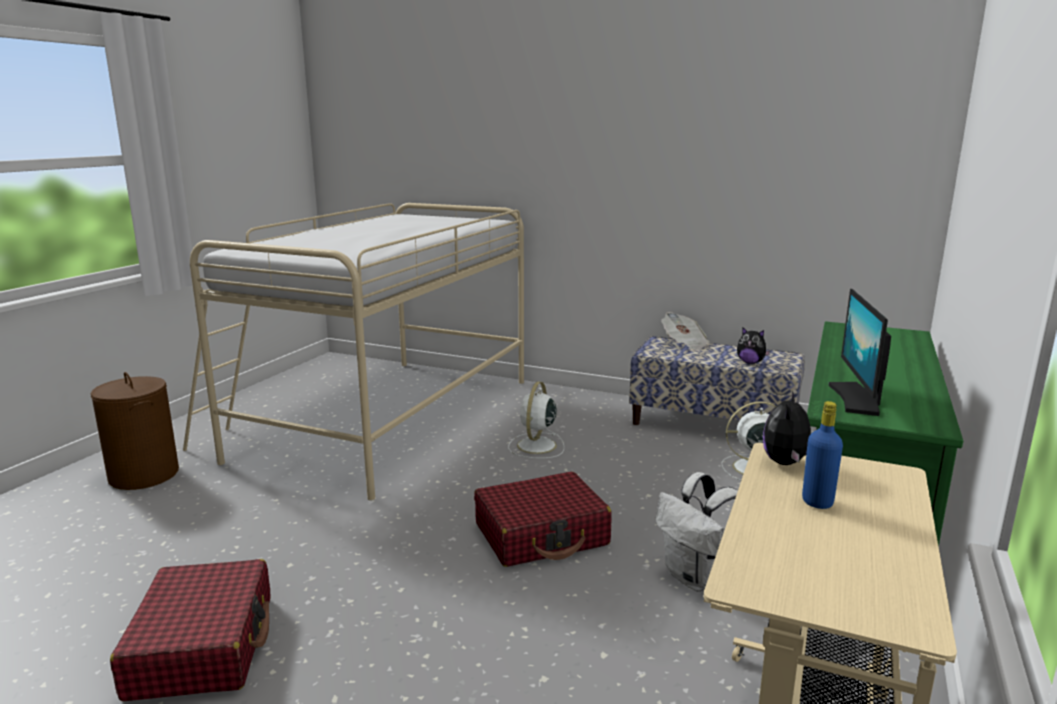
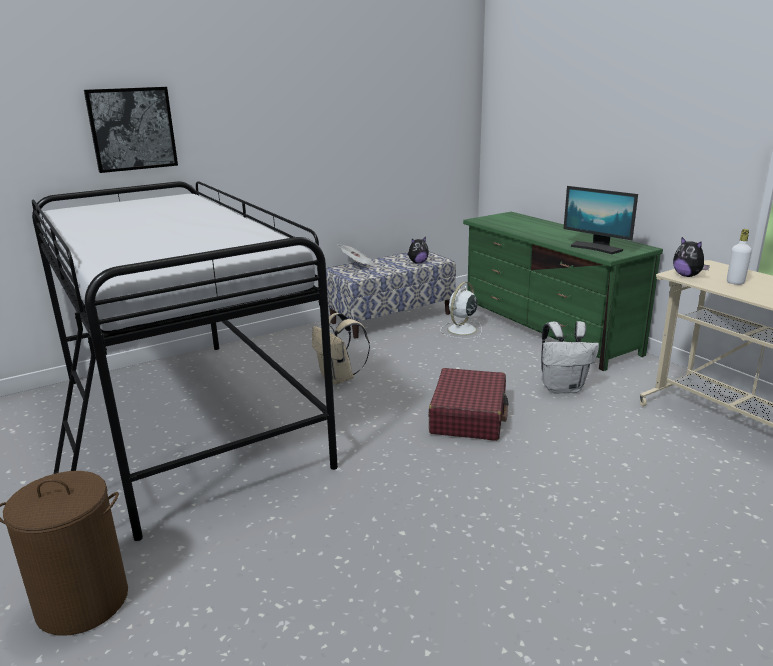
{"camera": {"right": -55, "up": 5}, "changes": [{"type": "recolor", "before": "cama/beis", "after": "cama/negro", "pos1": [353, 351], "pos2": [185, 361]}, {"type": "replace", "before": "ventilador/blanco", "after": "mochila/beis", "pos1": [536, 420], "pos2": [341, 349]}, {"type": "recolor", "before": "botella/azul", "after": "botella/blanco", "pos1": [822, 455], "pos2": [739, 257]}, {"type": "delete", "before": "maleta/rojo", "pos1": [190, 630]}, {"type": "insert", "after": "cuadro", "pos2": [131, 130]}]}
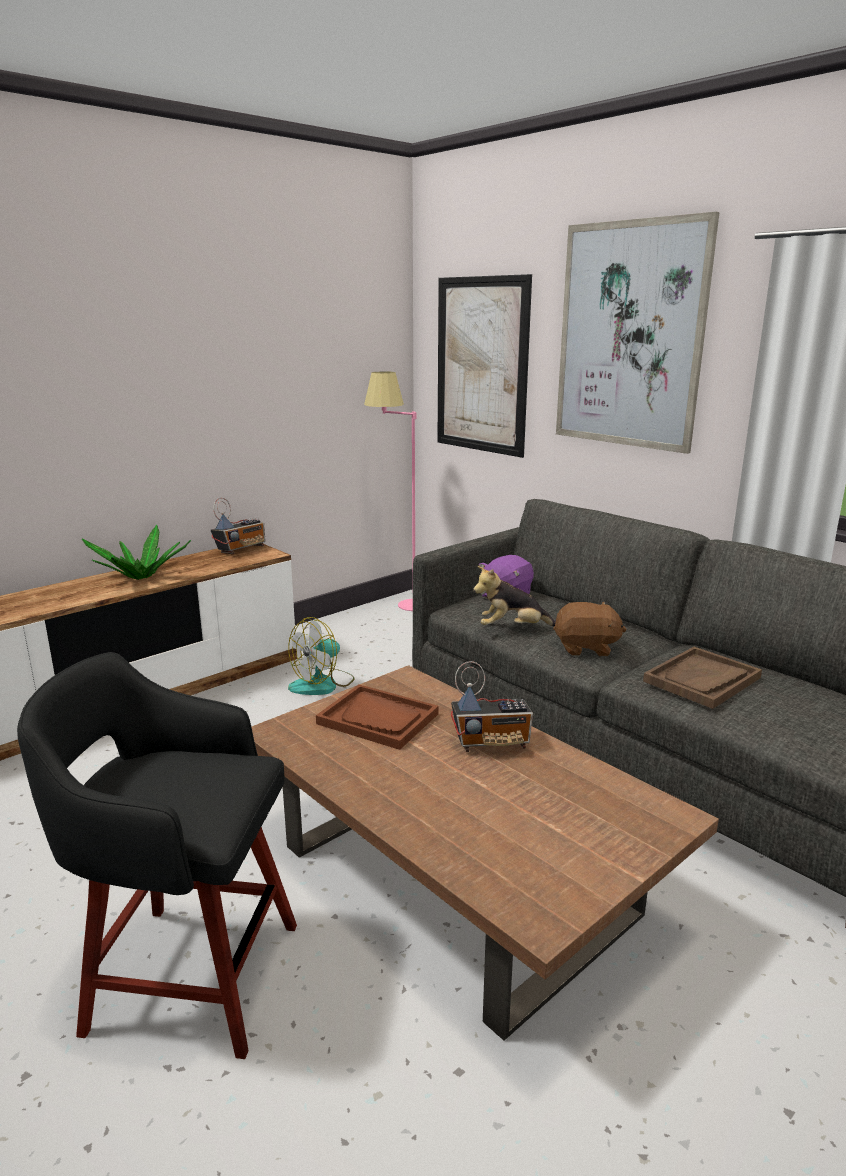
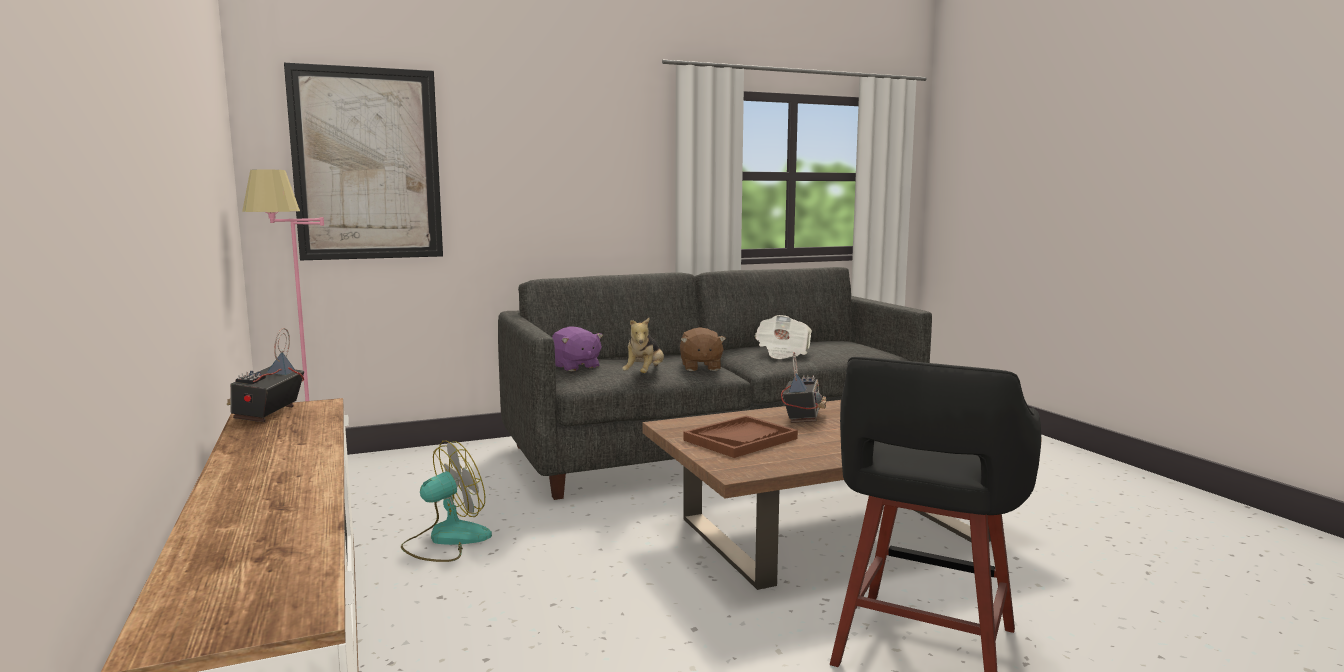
{"camera": {"right": -70, "up": -10}, "changes": [{"type": "delete", "before": "cuadro", "pos1": [638, 333]}, {"type": "rotate", "before": "radio", "pos1": [238, 526], "pos2": [265, 375], "turn": -150}, {"type": "delete", "before": "planta en maceta", "pos1": [136, 552]}, {"type": "rotate", "before": "peluche/marrón", "pos1": [590, 629], "pos2": [703, 349], "turn": 150}, {"type": "rotate", "before": "ventilador", "pos1": [321, 656], "pos2": [446, 501], "turn": -105}, {"type": "replace", "before": "bandeja/marrón", "after": "periódico", "pos1": [702, 678], "pos2": [783, 337]}]}
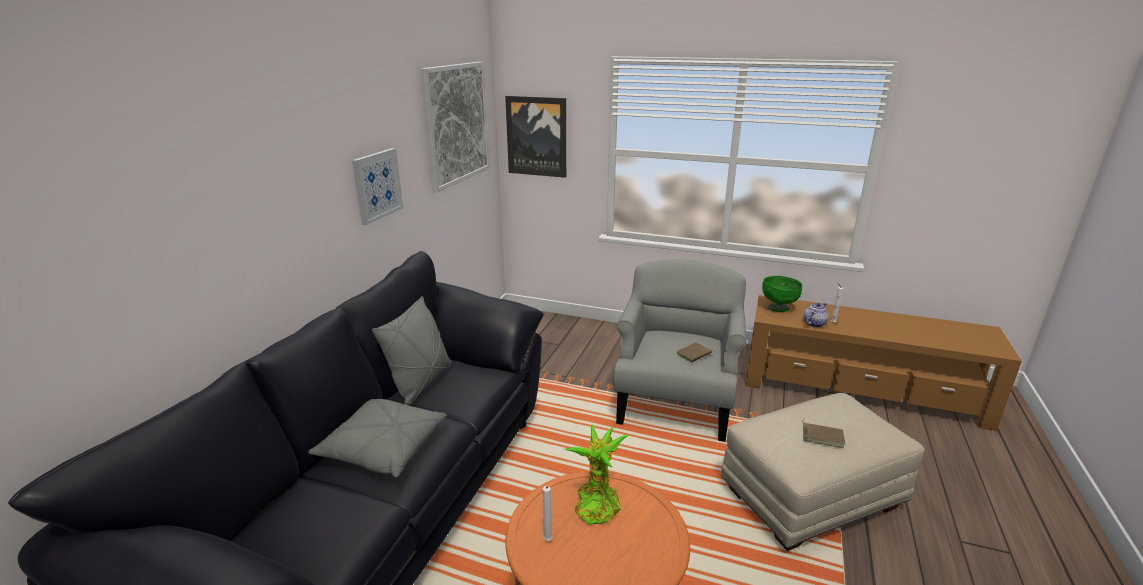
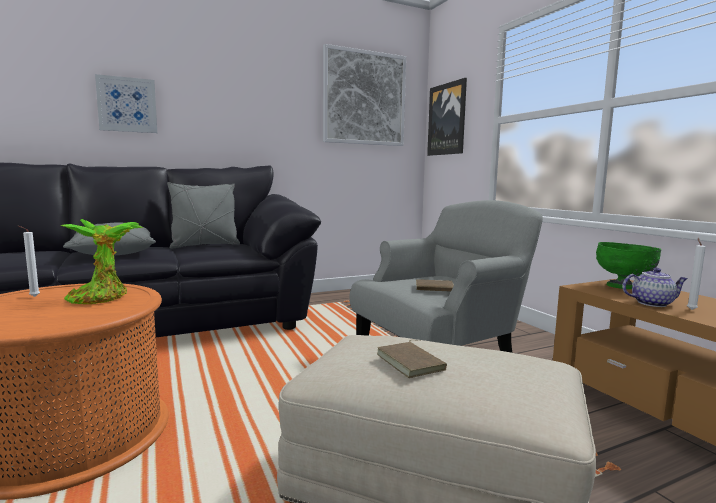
{"camera": {"right": 45, "up": -15}, "changes": [{"type": "move", "before": "cuadro", "pos1": [377, 186], "pos2": [126, 103]}]}
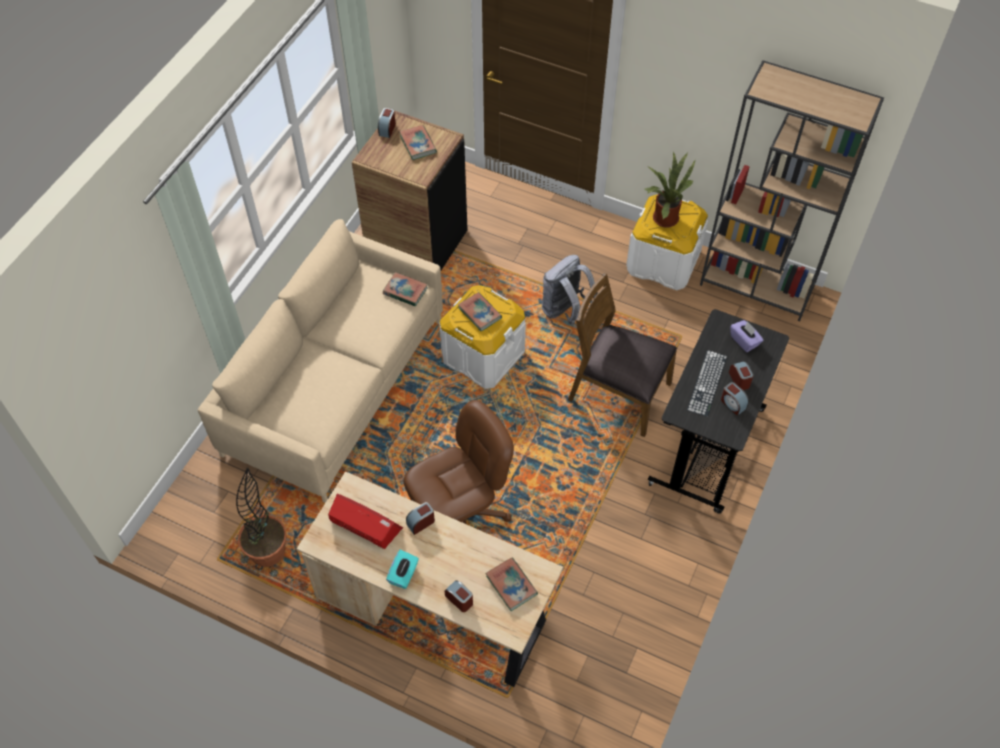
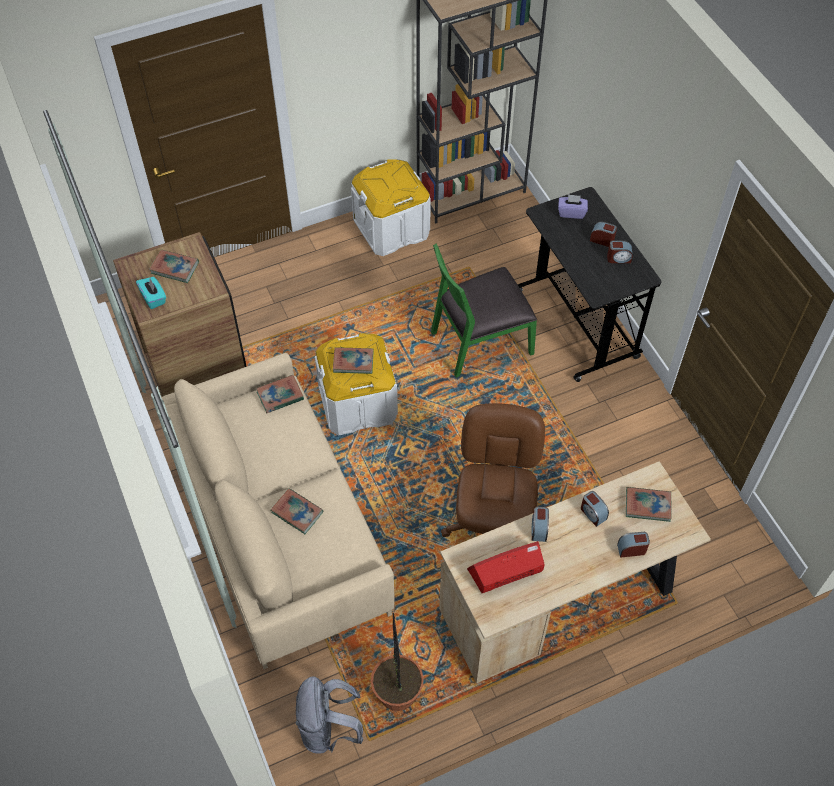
{"camera": {"right": -50, "up": 0}, "changes": [{"type": "move", "before": "despertador", "pos1": [387, 123], "pos2": [595, 509]}, {"type": "delete", "before": "planta en maceta", "pos1": [670, 190]}, {"type": "move", "before": "mochila/gris", "pos1": [570, 290], "pos2": [329, 715]}, {"type": "recolor", "before": "silla/marrón", "after": "silla/verde", "pos1": [622, 355], "pos2": [484, 311]}, {"type": "delete", "before": "teclado", "pos1": [707, 383]}, {"type": "move", "before": "caja de pañuelos/turquesa", "pos1": [402, 569], "pos2": [151, 293]}, {"type": "insert", "after": "libro", "pos2": [296, 511]}]}
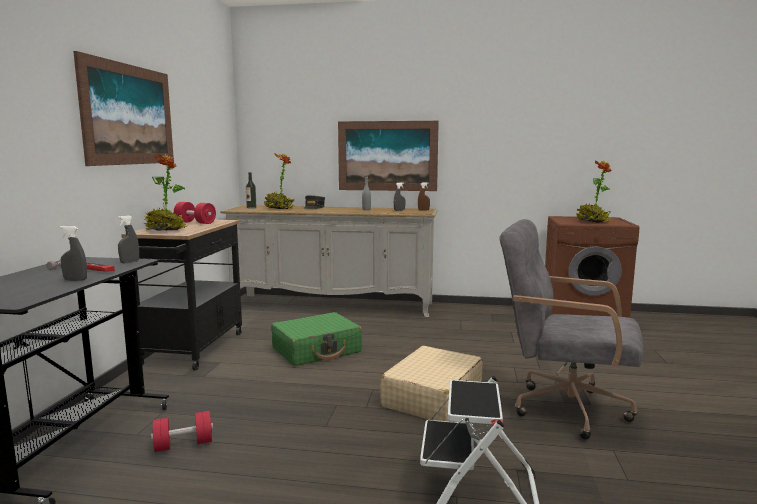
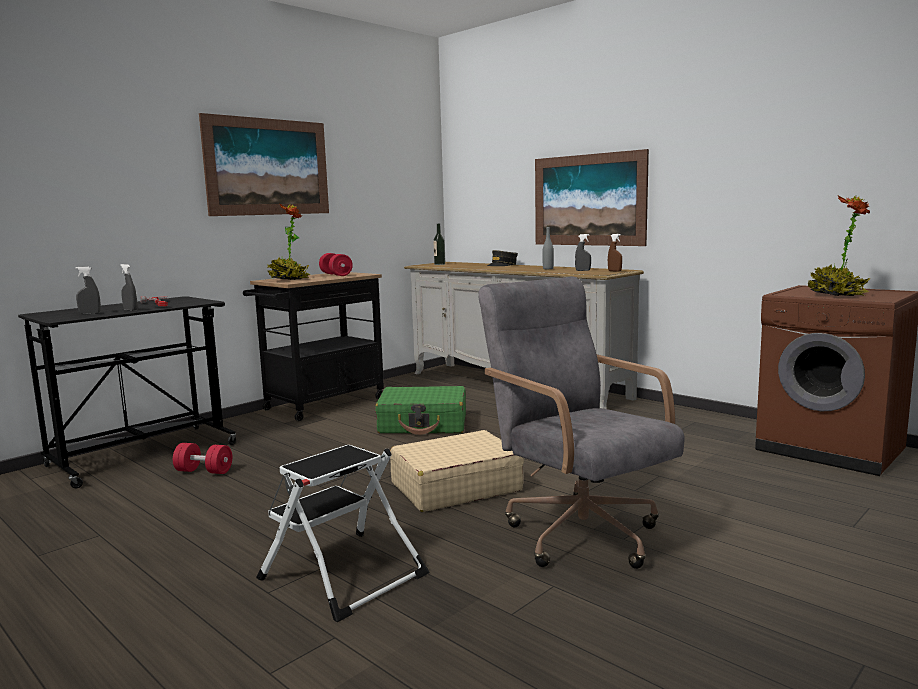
{"camera": {"right": 35, "up": 0}, "changes": [{"type": "delete", "before": "planta en maceta", "pos1": [279, 181]}, {"type": "move", "before": "pulverizador/gris", "pos1": [128, 239], "pos2": [88, 290]}]}
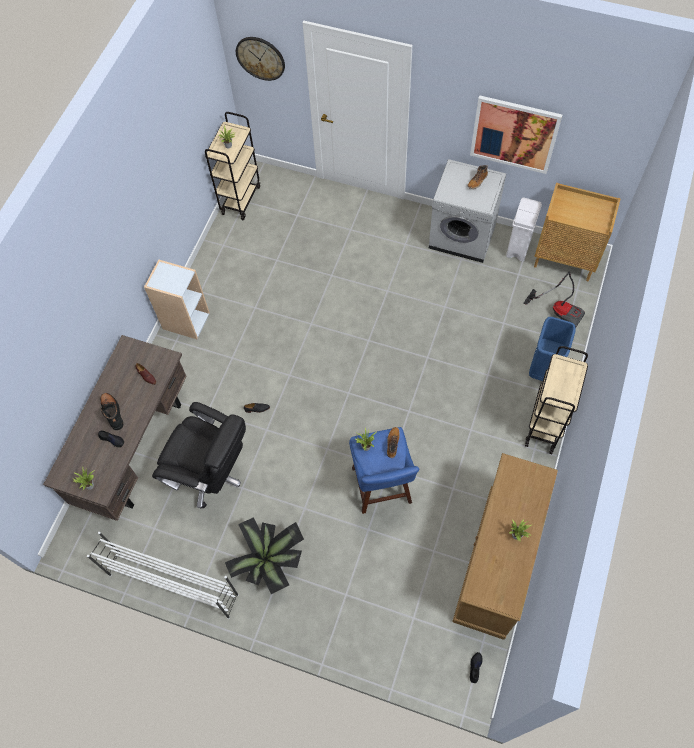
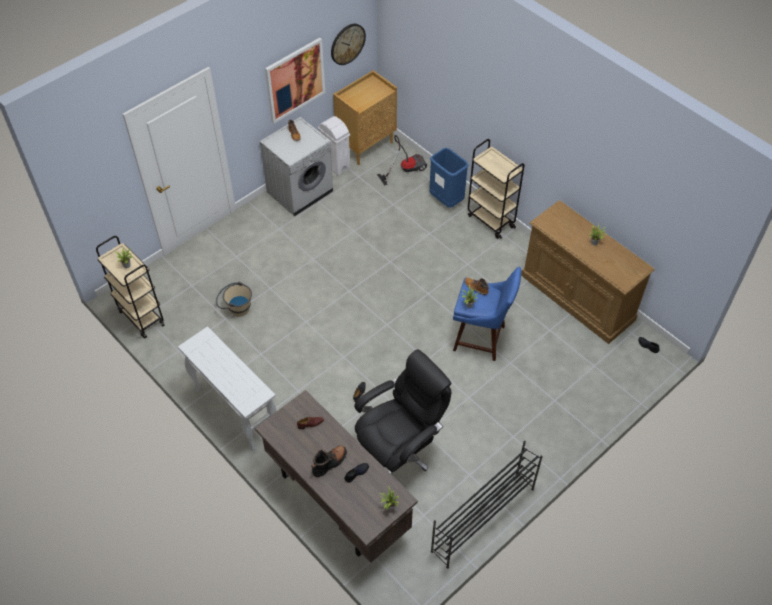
{"camera": {"right": -65, "up": -10}, "changes": [{"type": "move", "before": "reloj de pared", "pos1": [260, 59], "pos2": [348, 44]}, {"type": "replace", "before": "estantería", "after": "mesa consola/blanco", "pos1": [177, 299], "pos2": [227, 388]}, {"type": "rotate", "before": "bota/negro", "pos1": [111, 411], "pos2": [329, 461], "turn": 135}, {"type": "delete", "before": "planta en maceta", "pos1": [264, 555]}, {"type": "recolor", "before": "zapatero/blanco", "after": "zapatero/negro", "pos1": [163, 575], "pos2": [487, 505]}, {"type": "insert", "after": "cubo/beis", "pos2": [234, 299]}]}
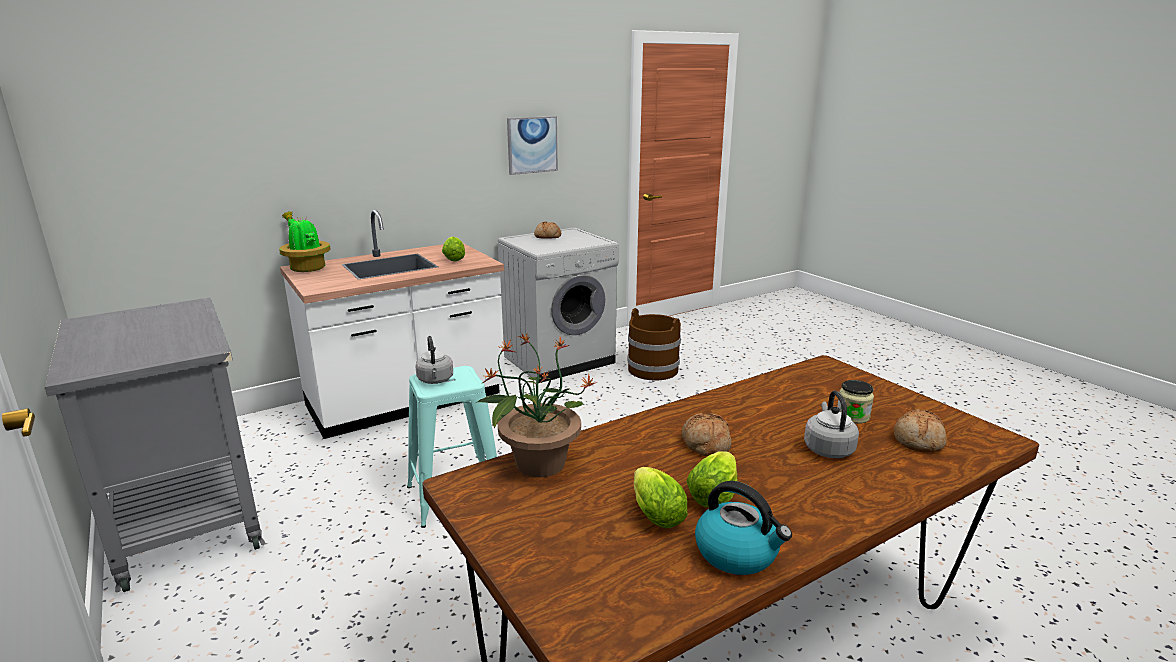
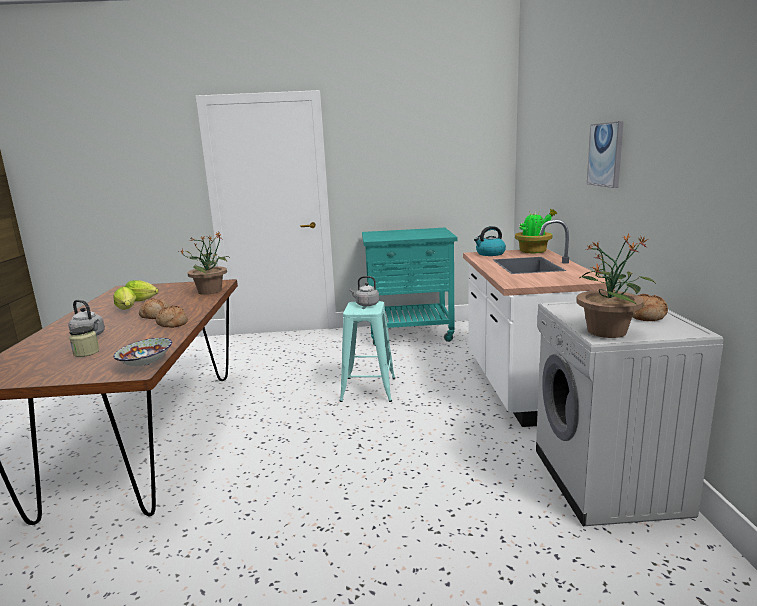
{"camera": {"right": 120, "up": -5}, "changes": [{"type": "move", "before": "cuadro", "pos1": [532, 145], "pos2": [605, 154]}, {"type": "delete", "before": "lechuga", "pos1": [453, 249]}, {"type": "recolor", "before": "carrito/gris", "after": "carrito/turquesa", "pos1": [155, 445], "pos2": [409, 287]}, {"type": "delete", "before": "cubo/marrón", "pos1": [654, 344]}, {"type": "move", "before": "pan", "pos1": [920, 430], "pos2": [172, 317]}, {"type": "move", "before": "hervidor", "pos1": [743, 528], "pos2": [490, 241]}, {"type": "insert", "after": "planta en maceta", "pos2": [616, 286]}, {"type": "insert", "after": "cuenco", "pos2": [142, 352]}]}
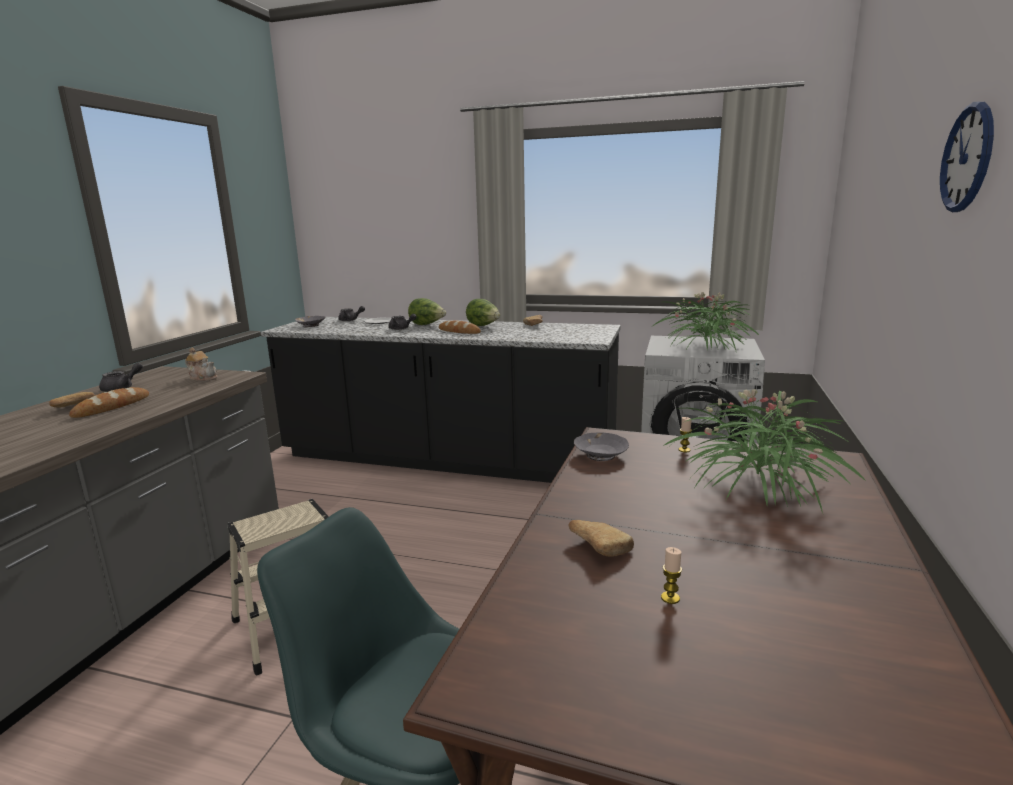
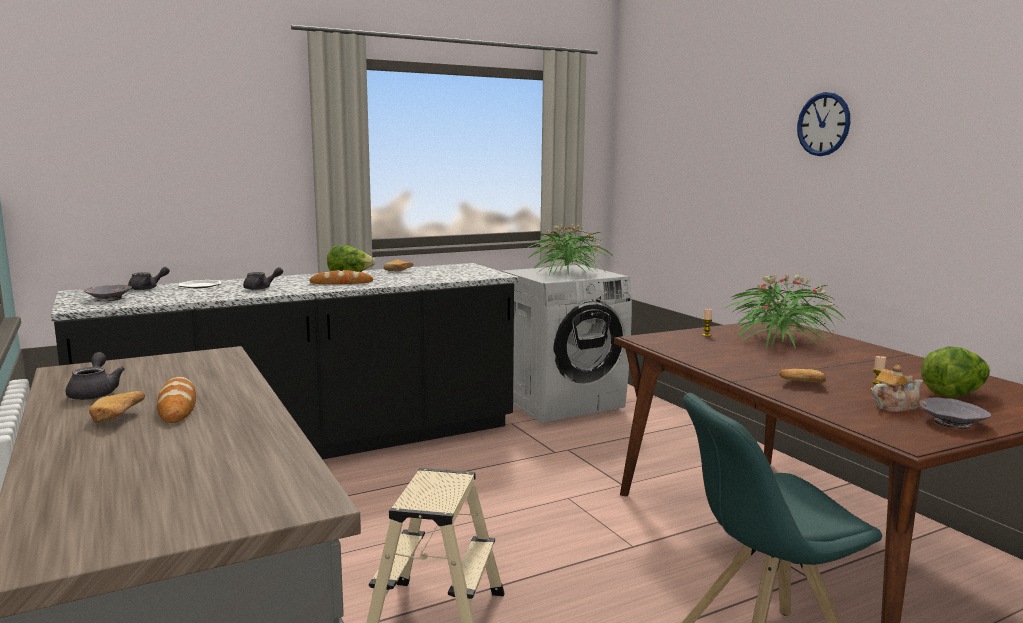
{"camera": {"right": -45, "up": -5}, "changes": [{"type": "move", "before": "lechuga", "pos1": [427, 311], "pos2": [955, 371]}, {"type": "move", "before": "tetera", "pos1": [201, 364], "pos2": [897, 388]}, {"type": "move", "before": "cuenco/gris", "pos1": [601, 447], "pos2": [955, 413]}]}
